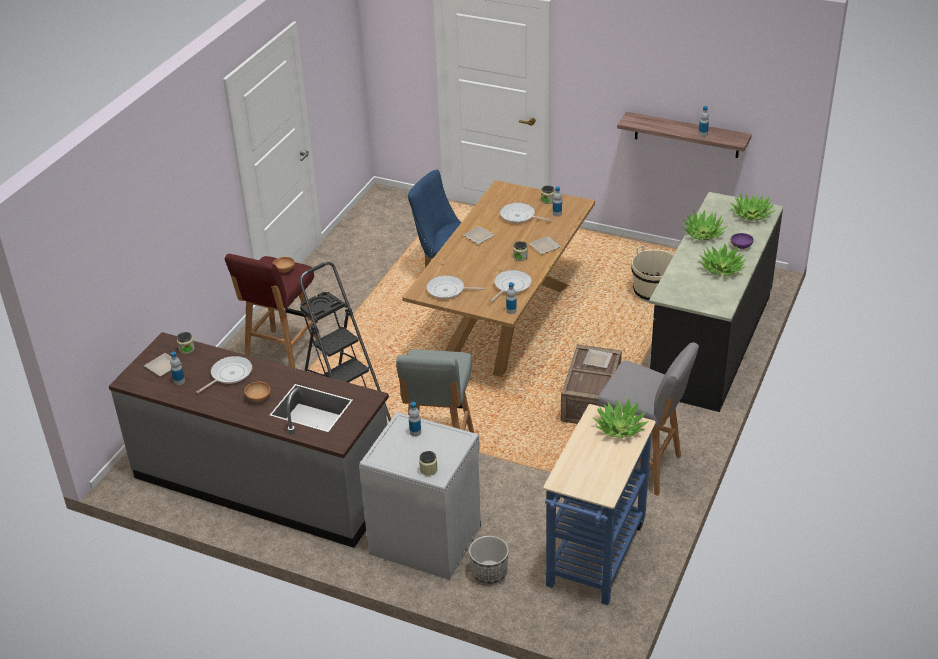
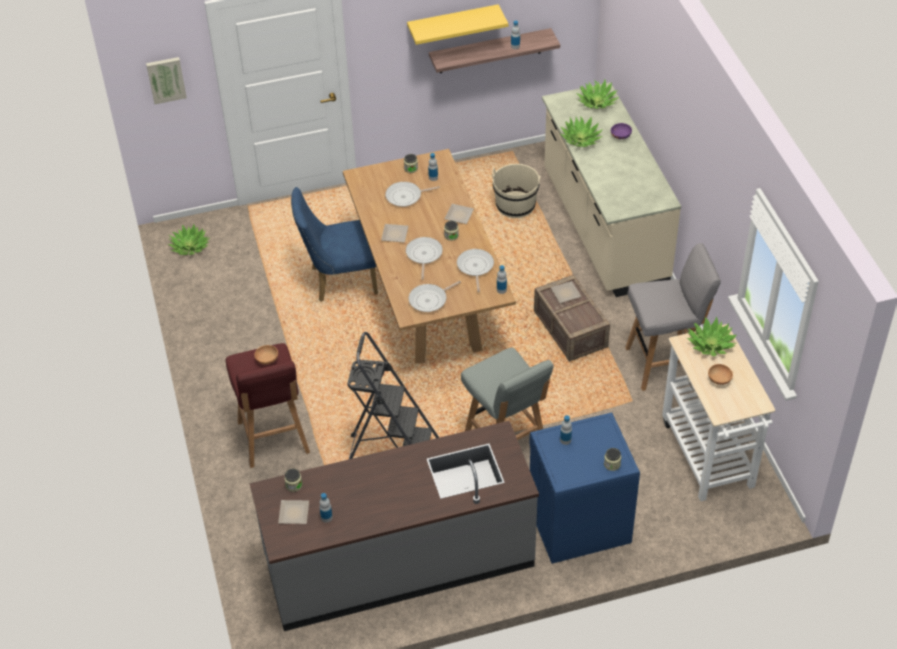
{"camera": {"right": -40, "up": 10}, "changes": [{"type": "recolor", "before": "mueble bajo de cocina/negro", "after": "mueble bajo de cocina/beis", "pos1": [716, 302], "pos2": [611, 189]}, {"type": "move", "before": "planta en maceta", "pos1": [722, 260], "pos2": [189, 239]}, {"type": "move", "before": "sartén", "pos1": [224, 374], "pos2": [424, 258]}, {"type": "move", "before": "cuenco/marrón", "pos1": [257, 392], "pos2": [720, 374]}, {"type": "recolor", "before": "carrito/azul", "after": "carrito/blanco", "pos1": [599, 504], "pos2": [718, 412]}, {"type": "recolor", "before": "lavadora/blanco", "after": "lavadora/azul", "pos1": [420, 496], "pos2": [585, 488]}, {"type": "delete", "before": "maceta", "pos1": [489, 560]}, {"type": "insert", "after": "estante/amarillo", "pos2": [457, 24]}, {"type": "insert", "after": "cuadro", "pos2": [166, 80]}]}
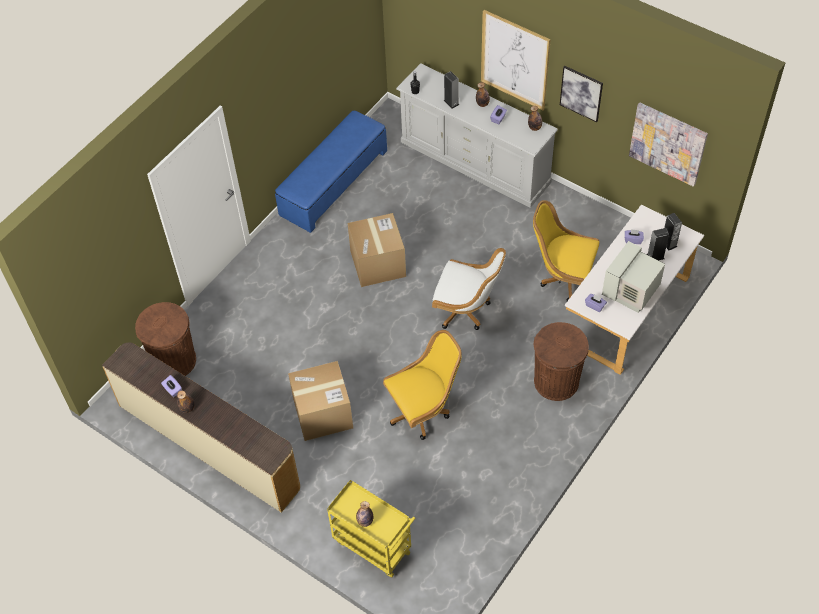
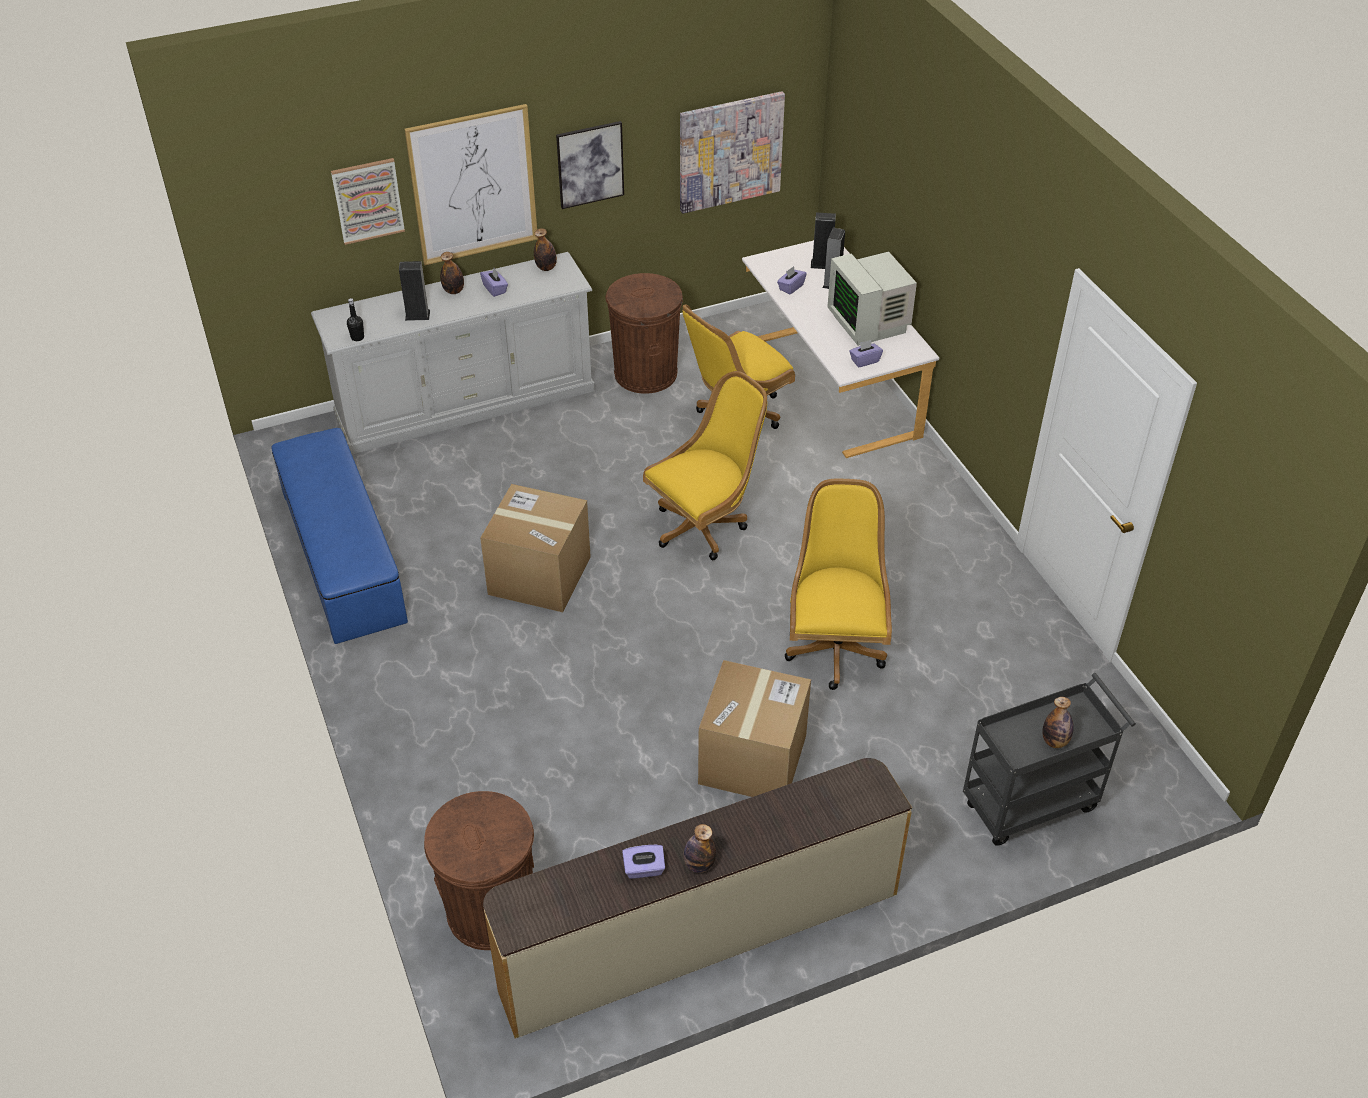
{"camera": {"right": -60, "up": -10}, "changes": [{"type": "recolor", "before": "silla de oficina/blanco", "after": "silla de oficina/amarillo", "pos1": [469, 289], "pos2": [705, 465]}, {"type": "move", "before": "papelera/marrón", "pos1": [561, 361], "pos2": [644, 333]}, {"type": "recolor", "before": "carrito/amarillo", "after": "carrito/gris", "pos1": [371, 528], "pos2": [1049, 759]}, {"type": "insert", "after": "cuadro", "pos2": [368, 201]}]}
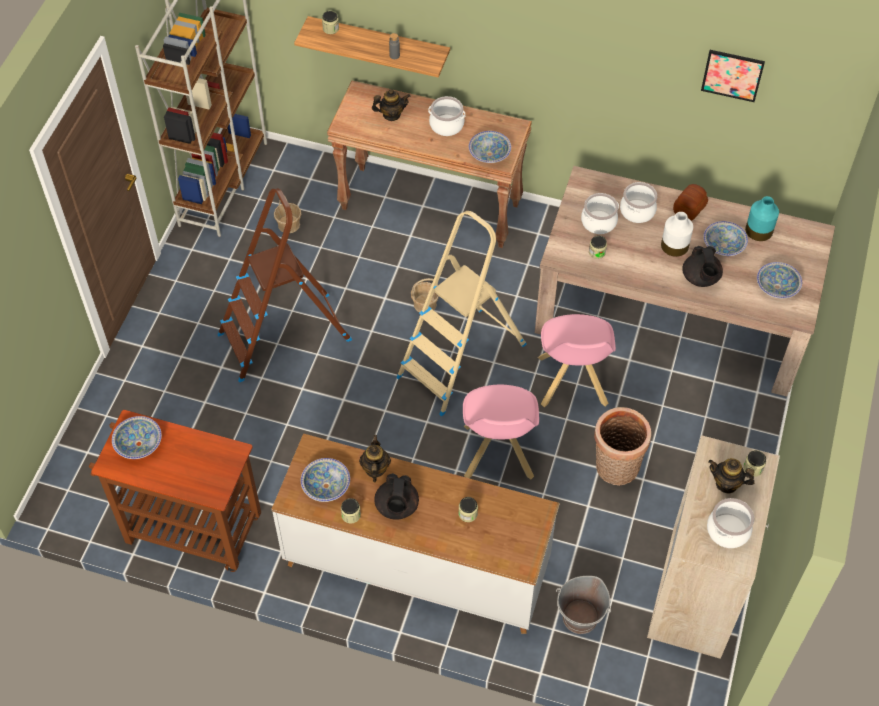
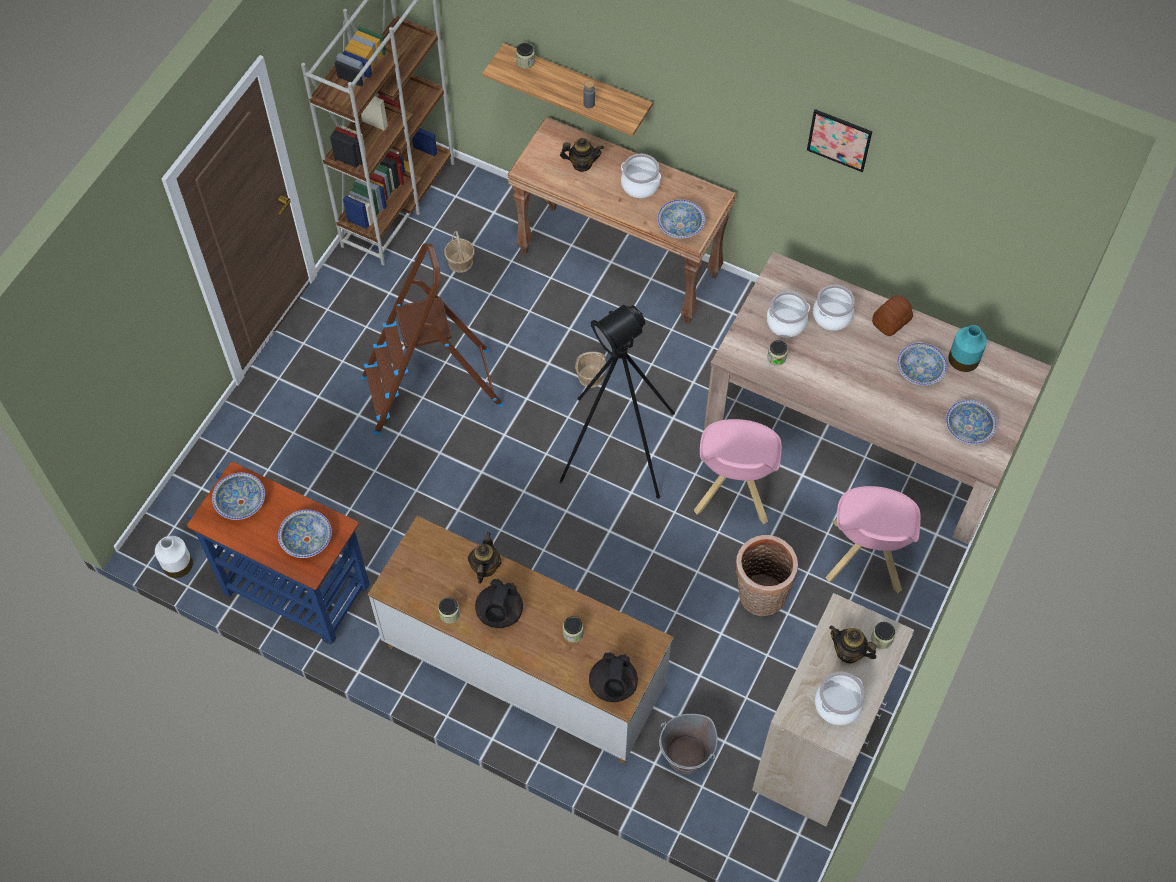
{"camera": {"right": 10, "up": 5}, "changes": [{"type": "move", "before": "cuadro", "pos1": [733, 76], "pos2": [839, 140]}, {"type": "replace", "before": "escalera de tijera/beis", "after": "lámpara de pie/negro", "pos1": [462, 313], "pos2": [617, 402]}, {"type": "move", "before": "florero/blanco", "pos1": [677, 234], "pos2": [174, 557]}, {"type": "move", "before": "tetera/negro", "pos1": [702, 266], "pos2": [613, 677]}, {"type": "move", "before": "silla/rosa", "pos1": [501, 432], "pos2": [873, 539]}, {"type": "recolor", "before": "carrito/marrón", "after": "carrito/azul", "pos1": [175, 491], "pos2": [278, 553]}, {"type": "move", "before": "cuenco", "pos1": [325, 480], "pos2": [305, 534]}]}
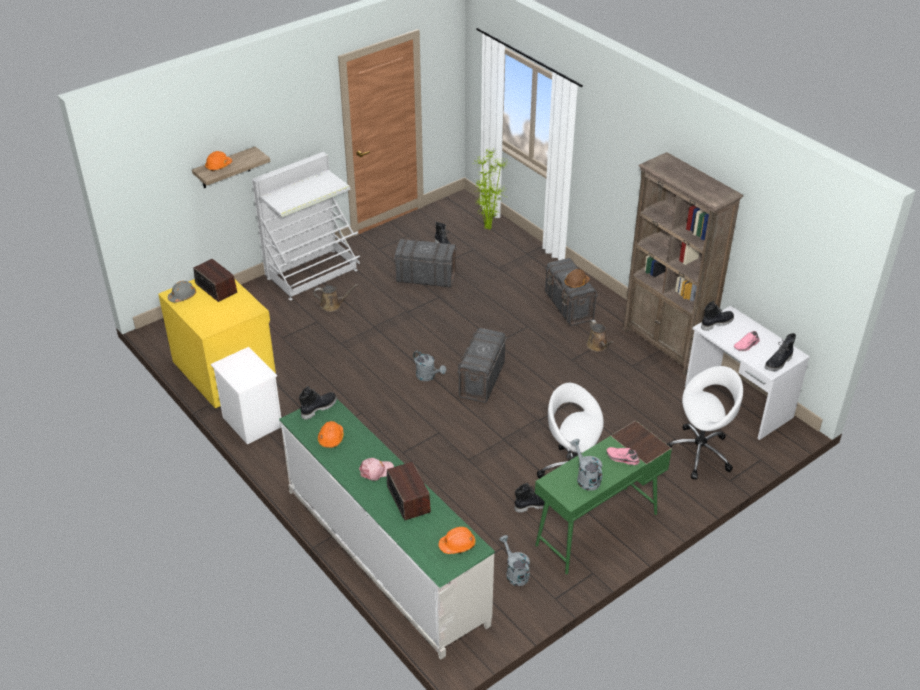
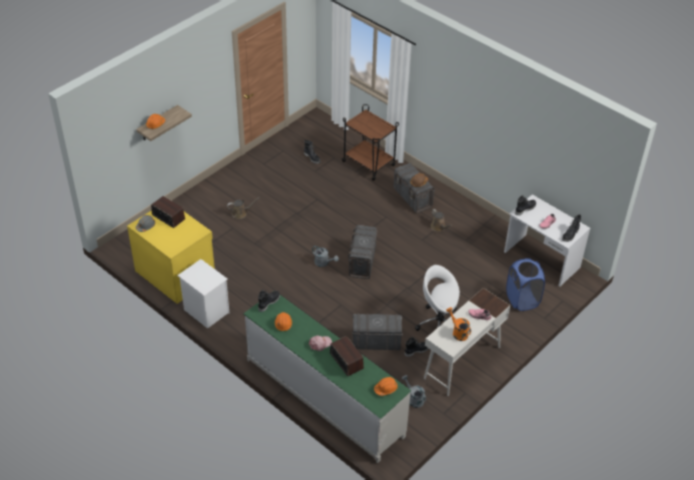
{"camera": {"right": -10, "up": 5}, "changes": [{"type": "delete", "before": "planta en maceta", "pos1": [490, 188]}, {"type": "delete", "before": "zapatero/blanco", "pos1": [306, 226]}, {"type": "delete", "before": "estantería/marrón", "pos1": [682, 263]}, {"type": "move", "before": "caja de almacenaje/gris", "pos1": [425, 263], "pos2": [377, 331]}, {"type": "replace", "before": "silla de oficina/blanco", "after": "cesto de la ropa/azul", "pos1": [705, 423], "pos2": [525, 284]}, {"type": "recolor", "before": "escritorio/verde", "after": "escritorio/blanco", "pos1": [603, 497], "pos2": [467, 342]}, {"type": "recolor", "before": "regadera/gris", "after": "regadera/naranja", "pos1": [586, 465], "pos2": [458, 324]}, {"type": "insert", "after": "carrito/marrón", "pos2": [370, 142]}]}
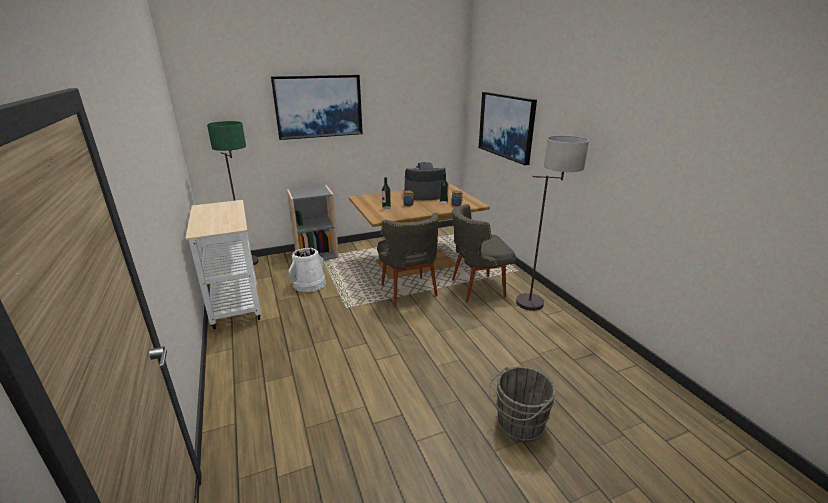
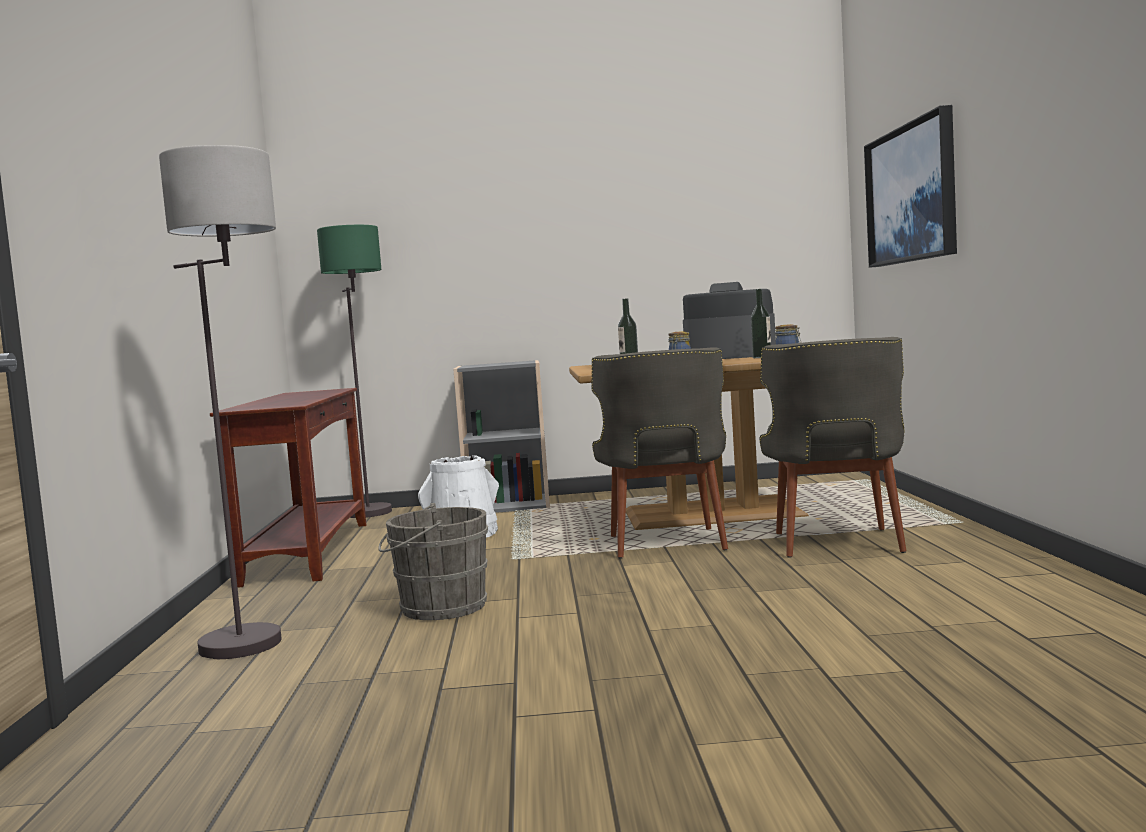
{"camera": {"right": 20, "up": -20}, "changes": [{"type": "delete", "before": "cuadro", "pos1": [317, 107]}, {"type": "move", "before": "lámpara de pie/gris", "pos1": [552, 223], "pos2": [220, 402]}, {"type": "replace", "before": "carrito/blanco", "after": "mesa consola/marrón", "pos1": [223, 264], "pos2": [288, 488]}, {"type": "rotate", "before": "silla/gris", "pos1": [484, 253], "pos2": [832, 447], "turn": -90}, {"type": "move", "before": "cubo/gris", "pos1": [522, 404], "pos2": [433, 561]}]}
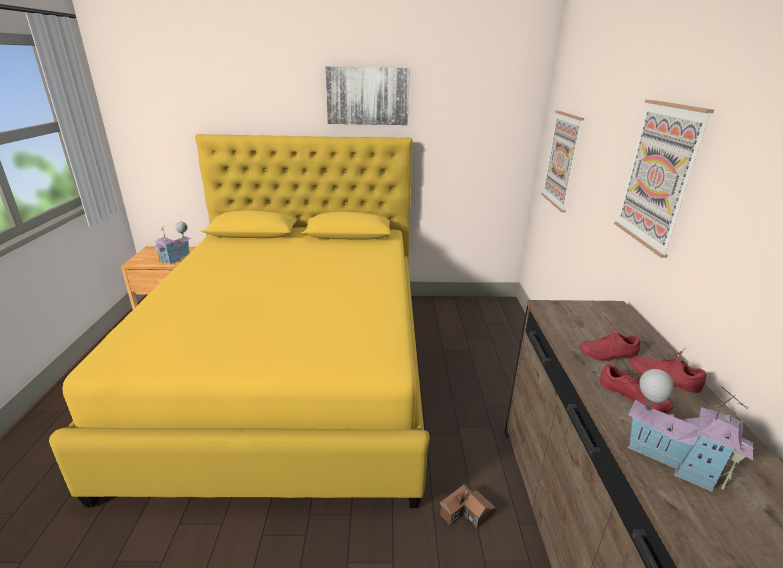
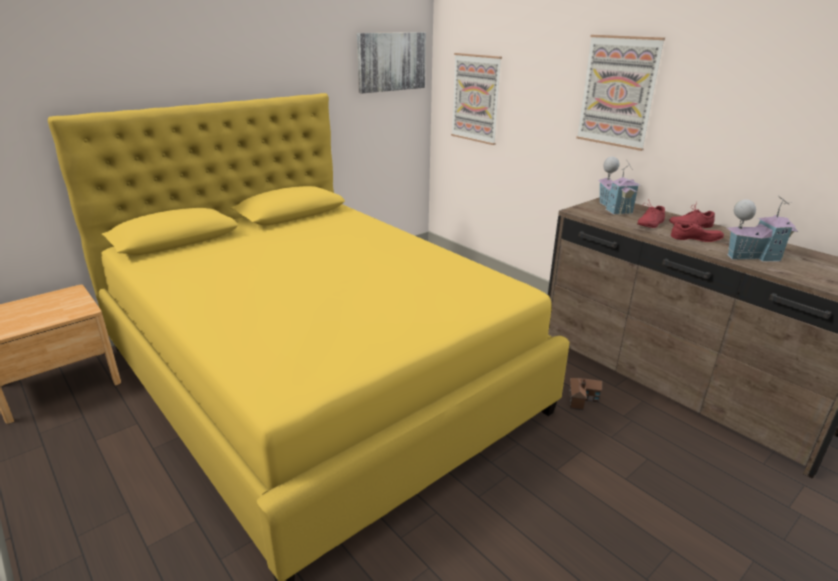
{"camera": {"right": -40, "up": 0}, "changes": [{"type": "move", "before": "cuadro", "pos1": [367, 95], "pos2": [391, 62]}, {"type": "move", "before": "casita", "pos1": [171, 243], "pos2": [619, 186]}]}
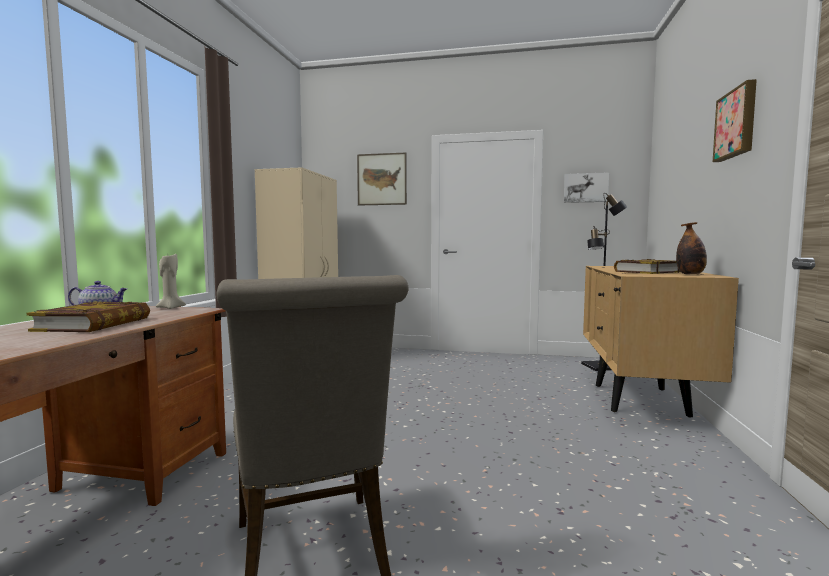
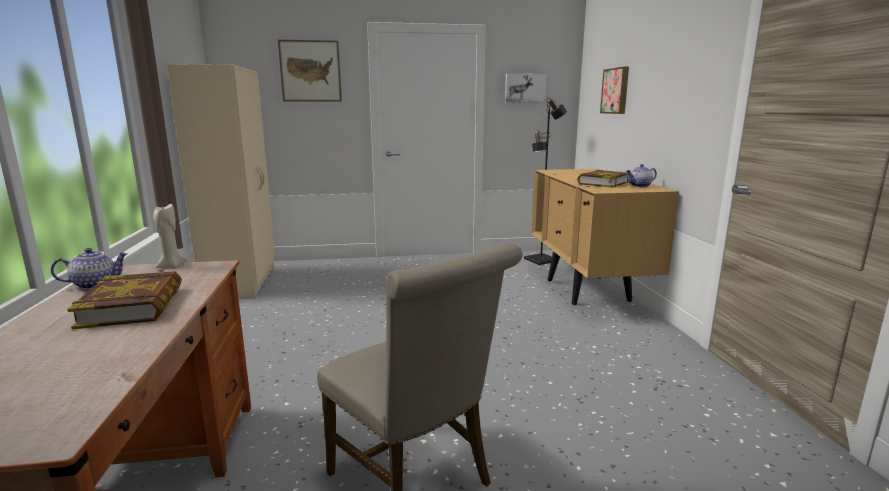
{"camera": {"right": -20, "up": 10}, "changes": [{"type": "move", "before": "cuadro", "pos1": [735, 120], "pos2": [614, 90]}, {"type": "replace", "before": "botella", "after": "tetera", "pos1": [691, 248], "pos2": [641, 175]}]}
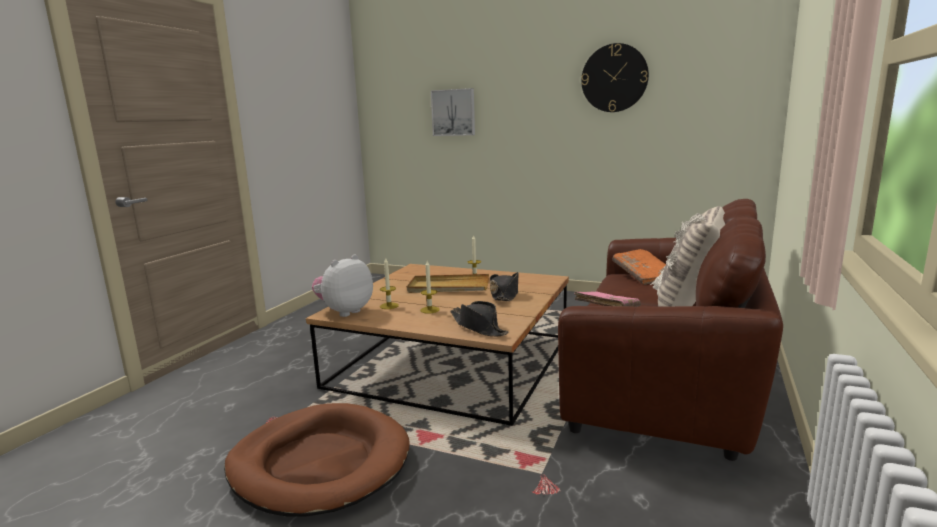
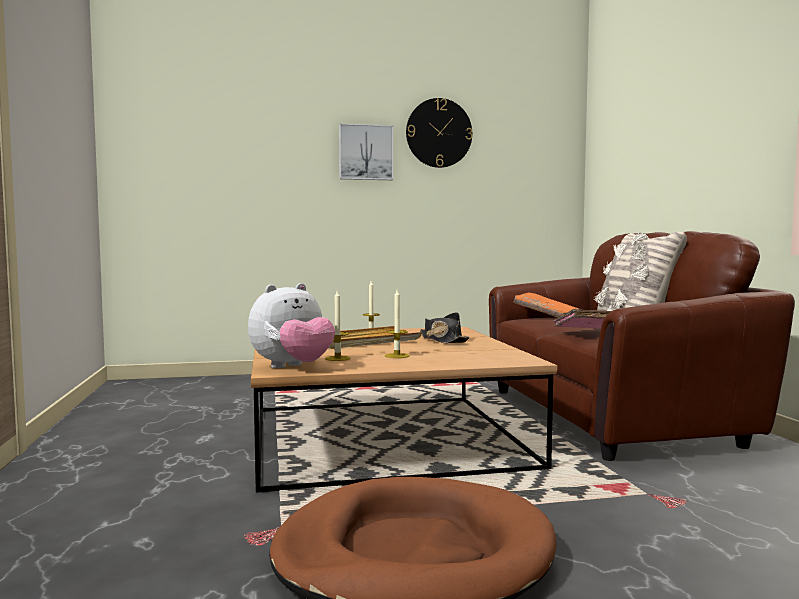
{"camera": {"right": -35, "up": -10}, "changes": [{"type": "move", "before": "cuadro", "pos1": [453, 112], "pos2": [366, 151]}, {"type": "rotate", "before": "peluche", "pos1": [342, 286], "pos2": [291, 325], "turn": -135}, {"type": "delete", "before": "sombrero/negro", "pos1": [479, 318]}]}
